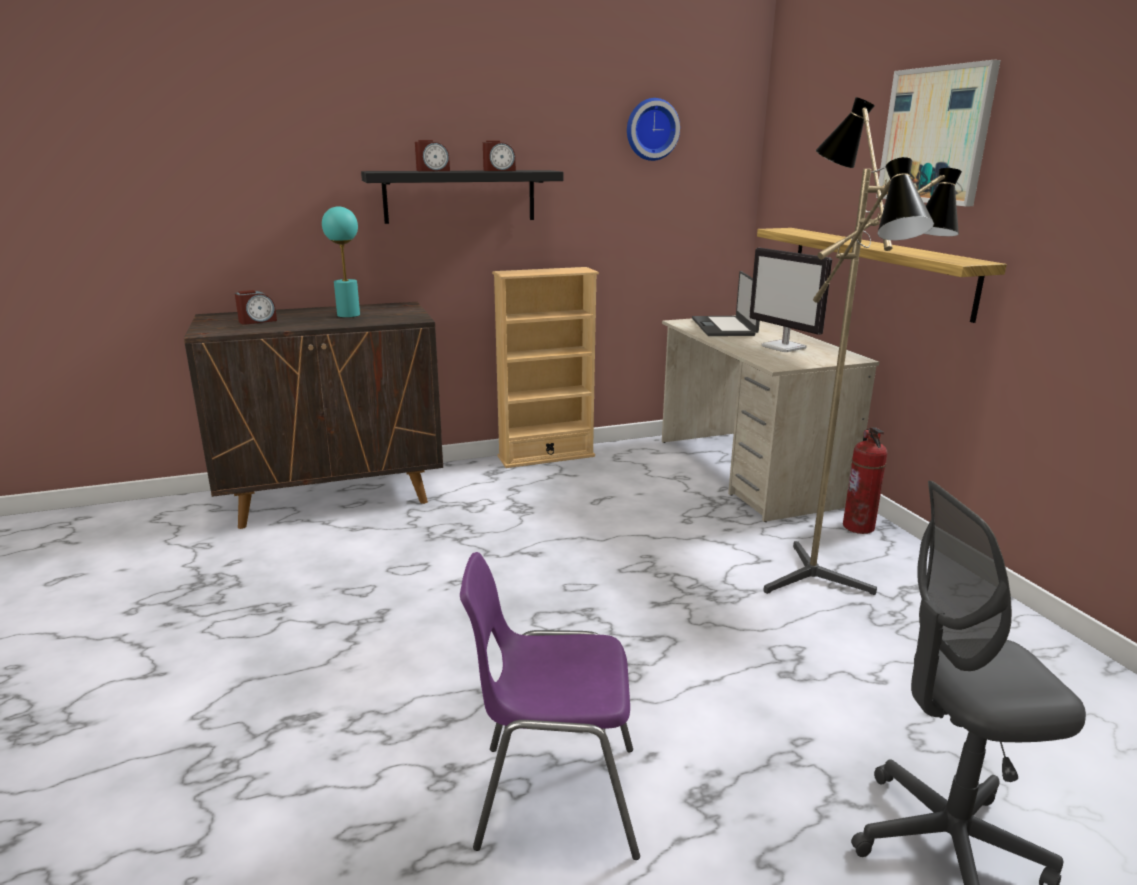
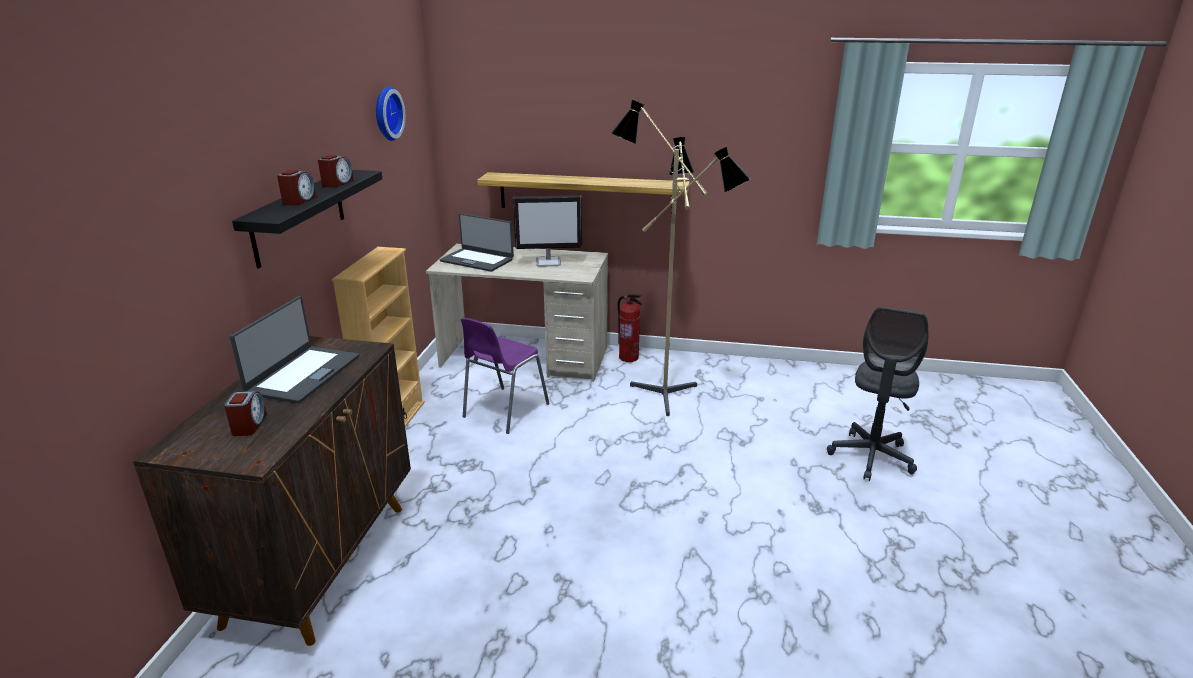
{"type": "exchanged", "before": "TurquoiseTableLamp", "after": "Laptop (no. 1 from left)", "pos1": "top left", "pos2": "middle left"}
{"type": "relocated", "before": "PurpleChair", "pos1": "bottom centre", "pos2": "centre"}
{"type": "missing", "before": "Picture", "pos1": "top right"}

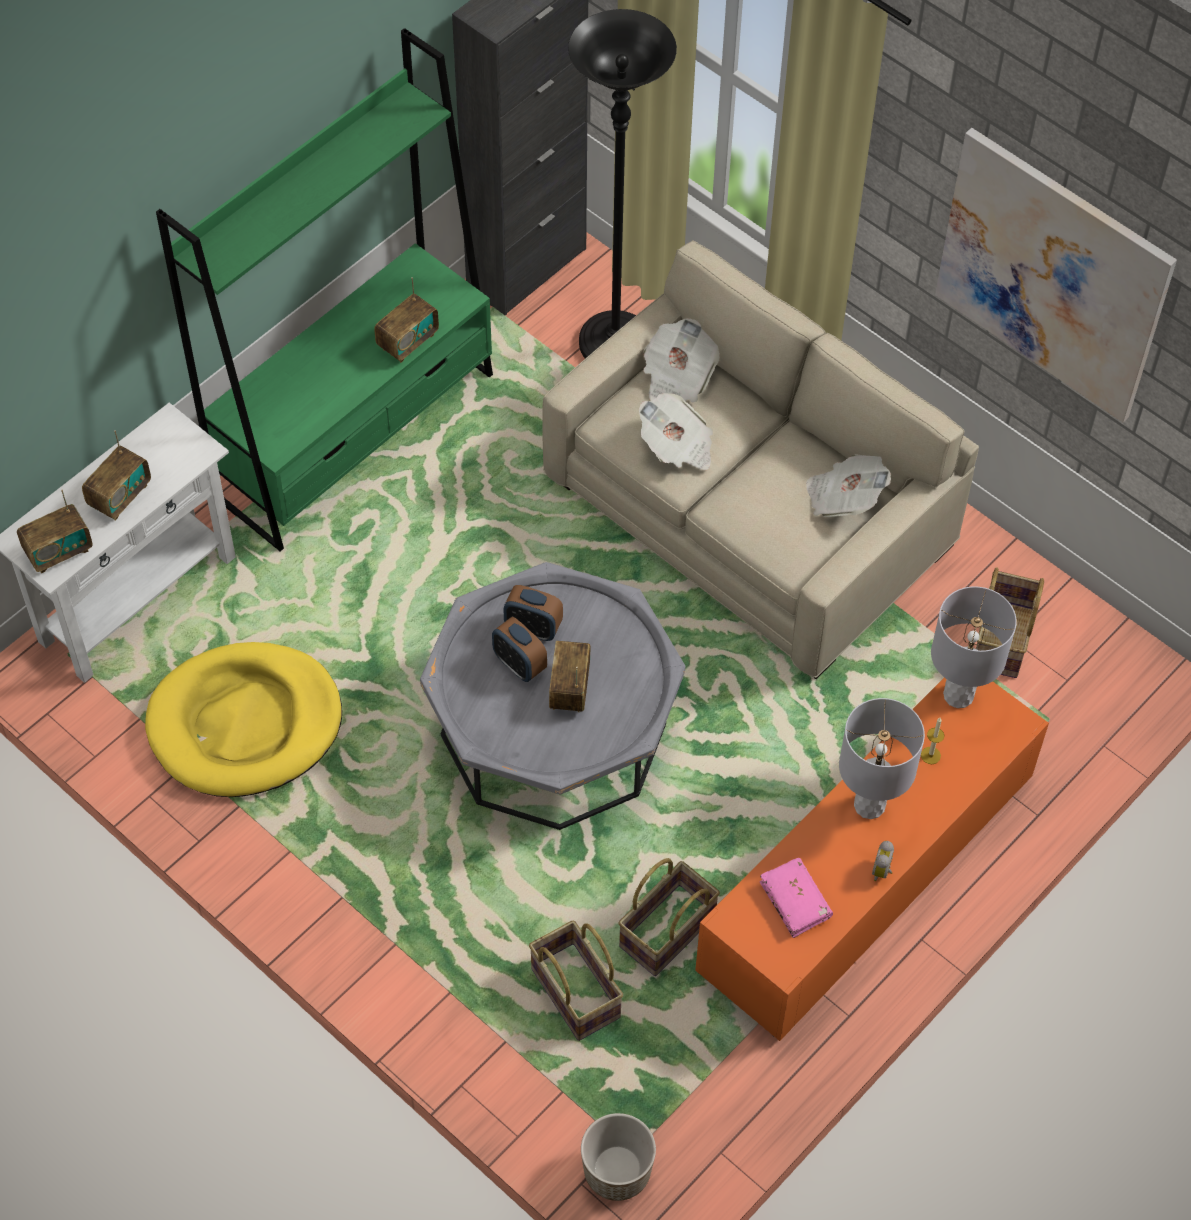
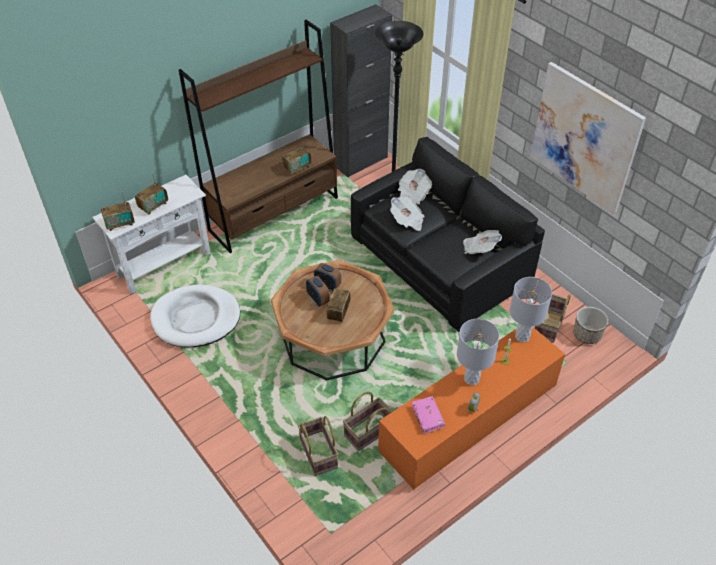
{"type": "colour", "before": "YellowDogBed", "after": "WhiteDogBed", "pos1": "middle left", "pos2": "middle left"}
{"type": "colour", "before": "GreenBookcase", "after": "BrownBookcase", "pos1": "top left", "pos2": "top centre"}
{"type": "colour", "before": "GreyCoffeeTable", "after": "BrownCoffeeTable", "pos1": "centre", "pos2": "centre"}
{"type": "colour", "before": "BeigeSofa", "after": "BlackSofa", "pos1": "centre", "pos2": "centre"}
{"type": "relocated", "before": "Planter", "pos1": "bottom centre", "pos2": "middle right"}

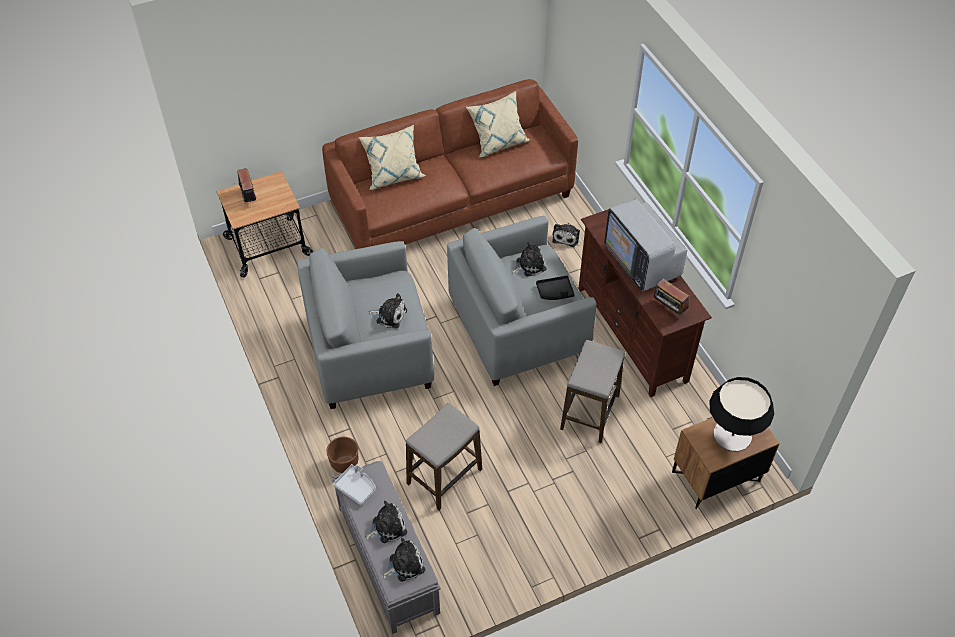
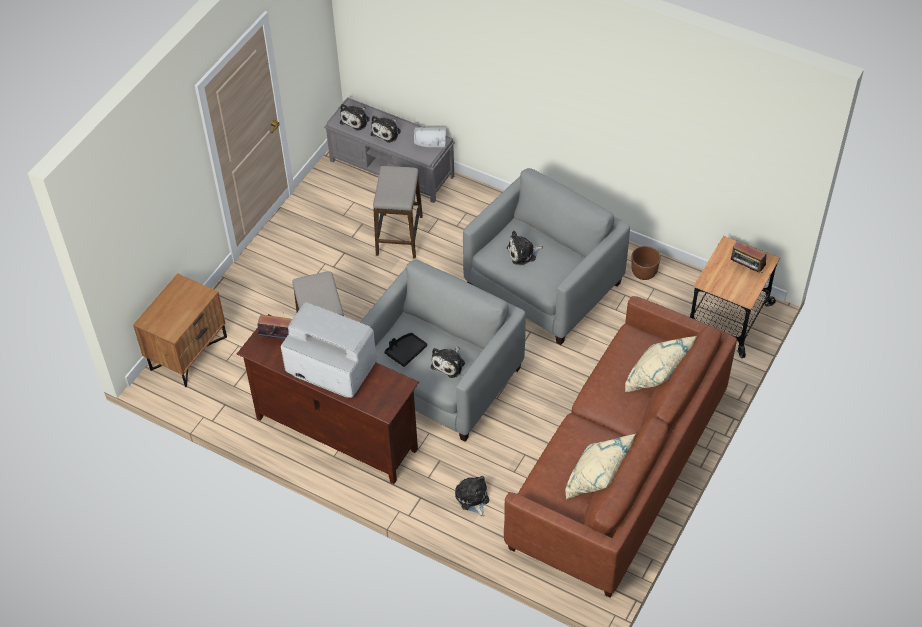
{"type": "relocated", "before": "BrownPlanter", "pos1": "bottom centre", "pos2": "middle right"}
{"type": "missing", "before": "TableLamp", "pos1": "middle right"}

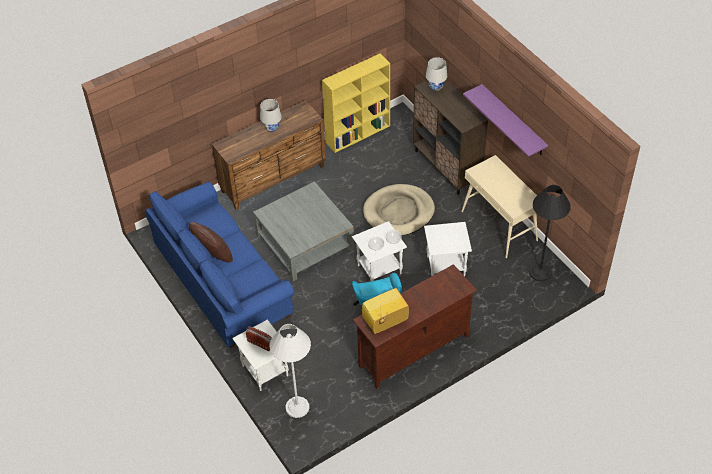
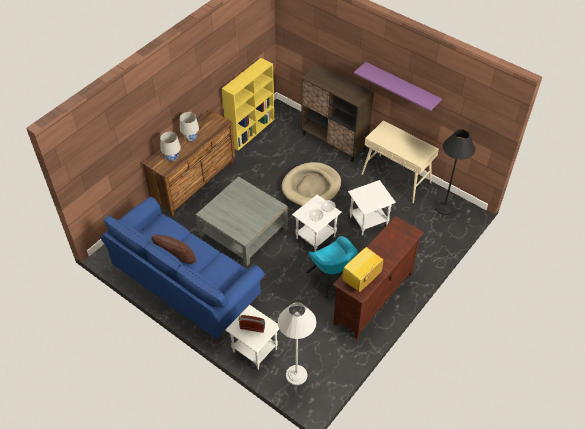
{"type": "relocated", "before": "WhiteTableLamp (no. 2 from left in the first image)", "after": "WhiteTableLamp (no. 1 from left)", "pos1": "top centre", "pos2": "middle left"}

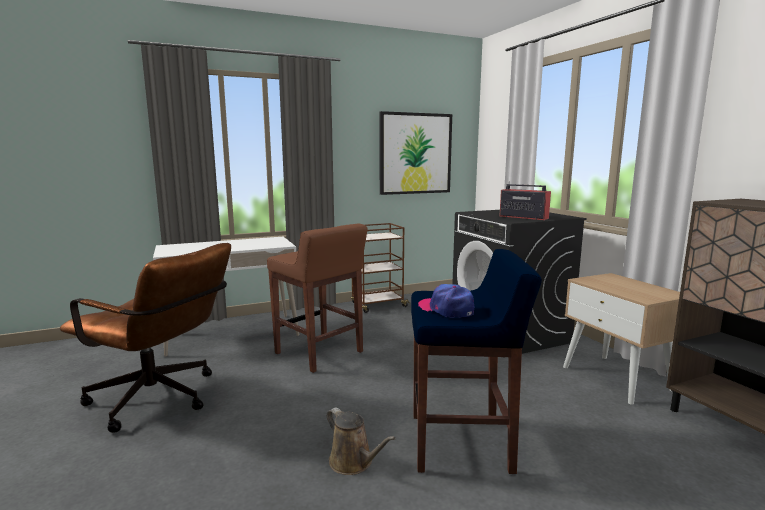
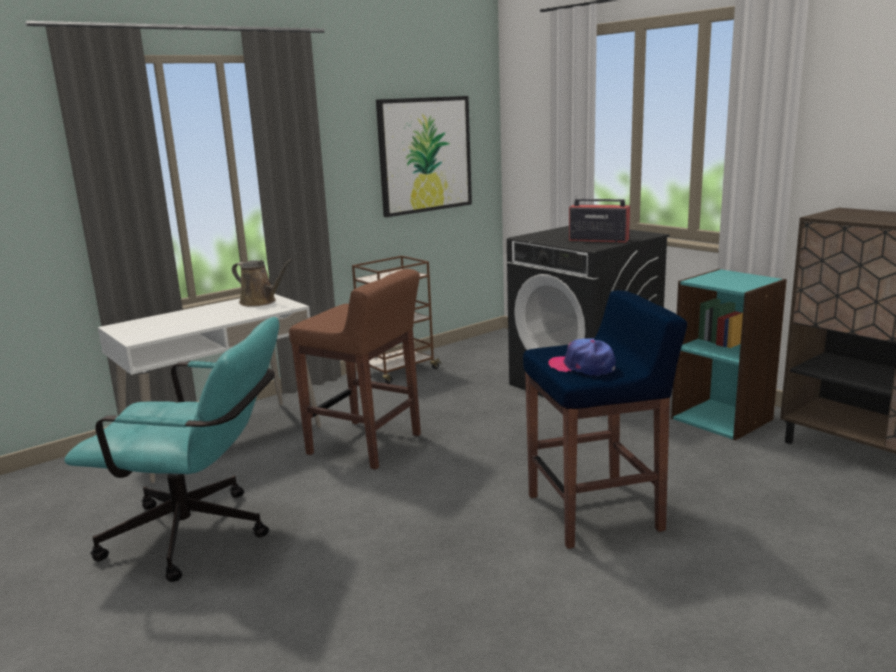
{"type": "colour", "before": "BrownOfficeChair", "after": "TurquoiseOfficeChair", "pos1": "middle left", "pos2": "bottom left"}
{"type": "relocated", "before": "BrownWateringCan", "pos1": "bottom centre", "pos2": "middle left"}
{"type": "exchanged", "before": "BeigeNightstand", "after": "TurquoiseBookcase", "pos1": "middle right", "pos2": "middle right"}

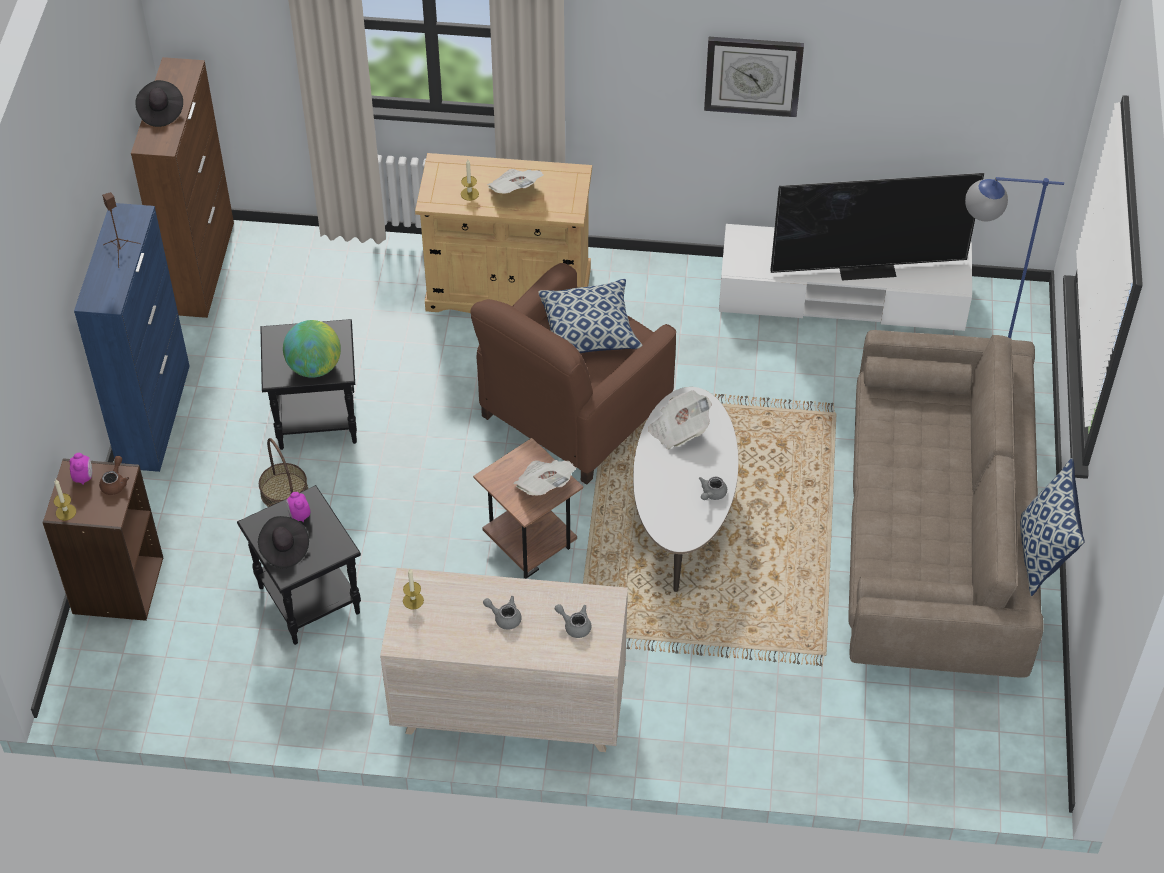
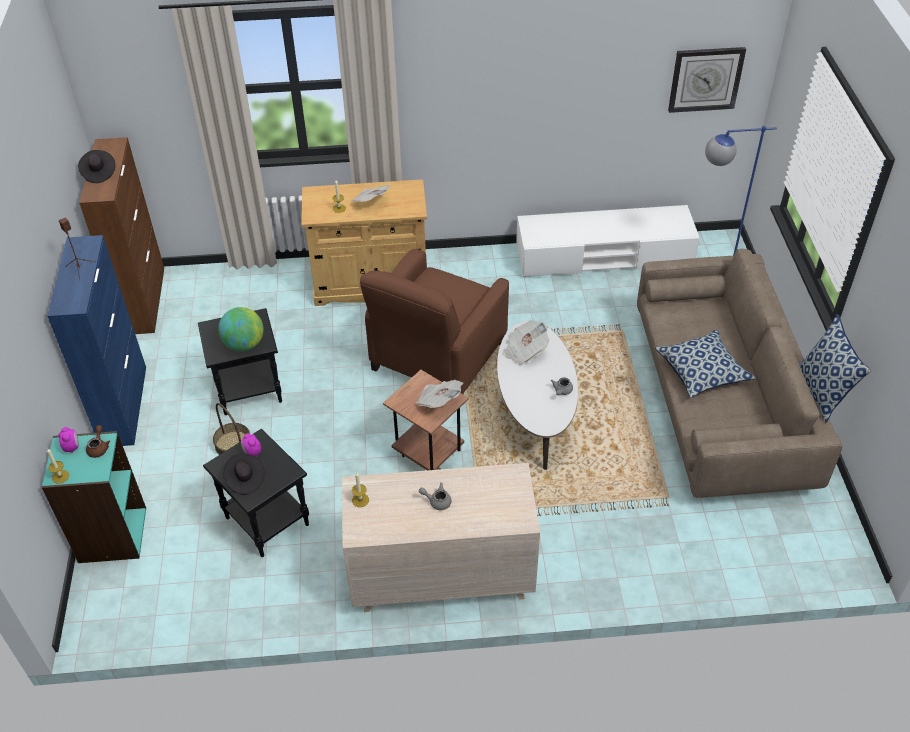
{"type": "colour", "before": "BrownBookcase", "after": "TurquoiseBookcase", "pos1": "middle left", "pos2": "bottom left"}
{"type": "relocated", "before": "Pillow (no. 1 from left)", "pos1": "centre", "pos2": "middle right"}
{"type": "missing", "before": "GreyTeapot (no. 2 from left)", "pos1": "bottom centre"}
{"type": "relocated", "before": "WallClock", "pos1": "top centre", "pos2": "top right"}
{"type": "missing", "before": "Television", "pos1": "top right"}

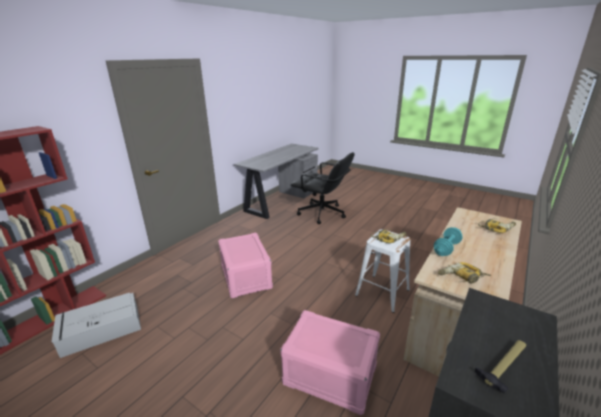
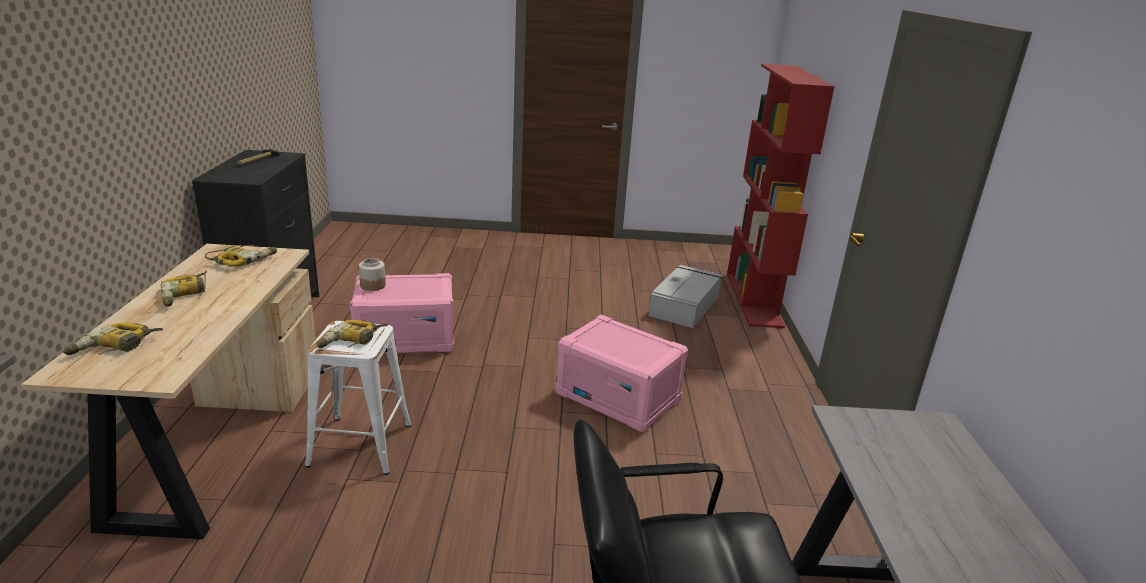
{"type": "missing", "before": "TurquoiseDumbbell", "pos1": "middle right"}
{"type": "appeared", "after": "PowerDrill (no. 2 from left)", "pos2": "middle left"}
{"type": "appeared", "after": "Jar", "pos2": "middle left"}

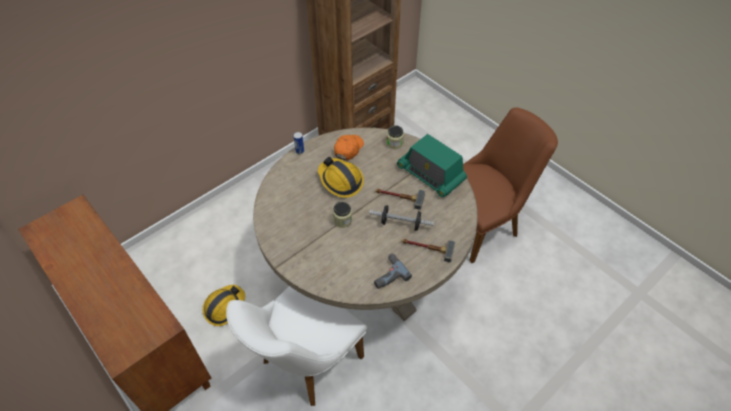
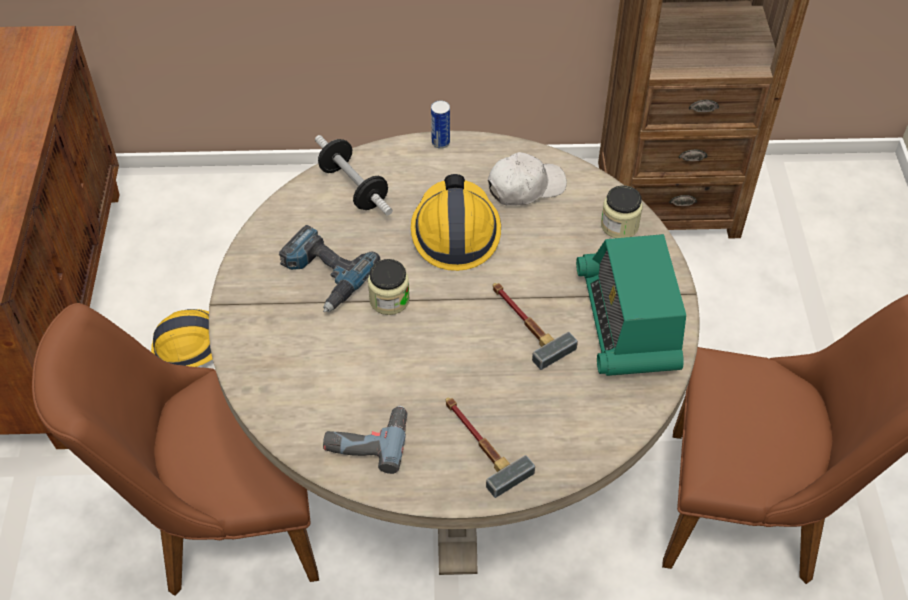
{"type": "colour", "before": "WhiteChair", "after": "BrownChair (no. 1 from left)", "pos1": "bottom centre", "pos2": "bottom left"}
{"type": "colour", "before": "OrangeCap", "after": "WhiteCap", "pos1": "centre", "pos2": "top centre"}
{"type": "relocated", "before": "Dumbbell", "pos1": "centre", "pos2": "top centre"}
{"type": "appeared", "after": "PowerDrill (no. 1 from left)", "pos2": "centre"}

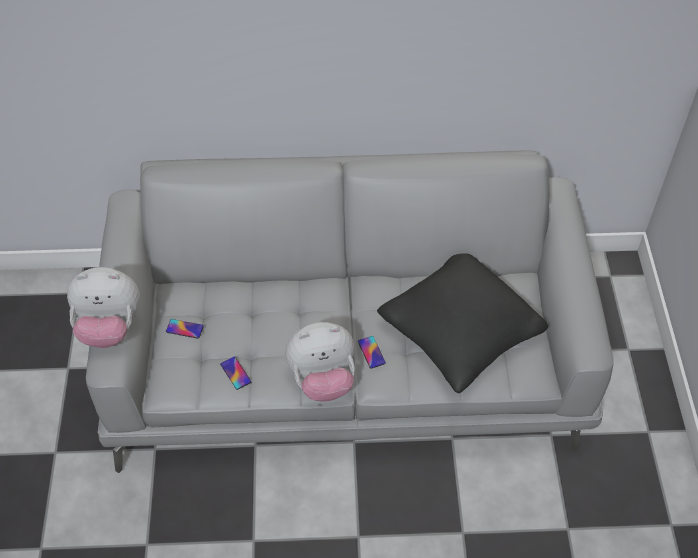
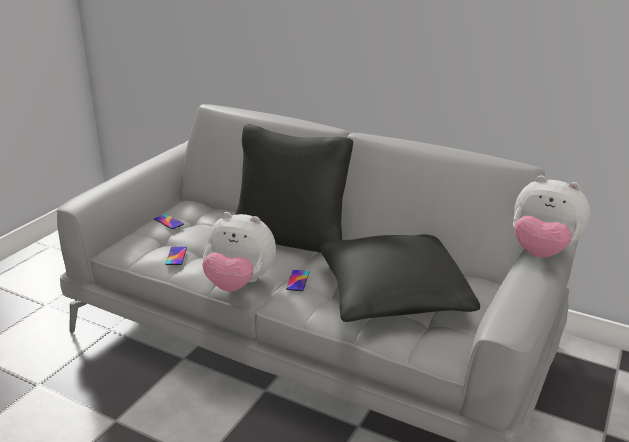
{"type": "relocated", "before": "PlushToy (no. 1 from left in the first image)", "after": "PlushToy (no. 2 from left)", "pos1": "middle left", "pos2": "middle right"}
{"type": "appeared", "after": "BlackPillow (no. 1 from left)", "pos2": "centre"}

